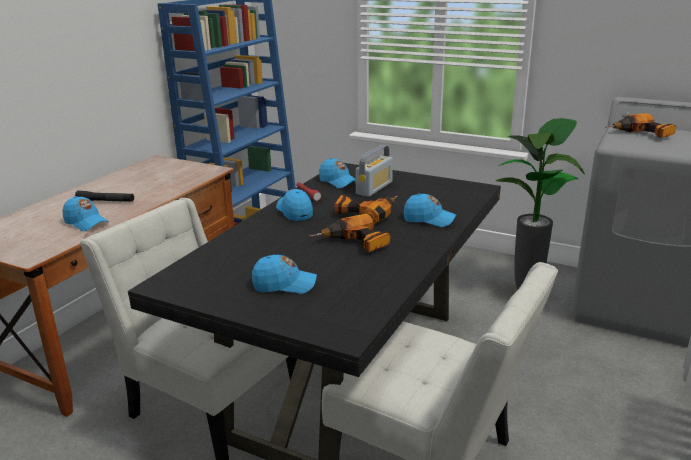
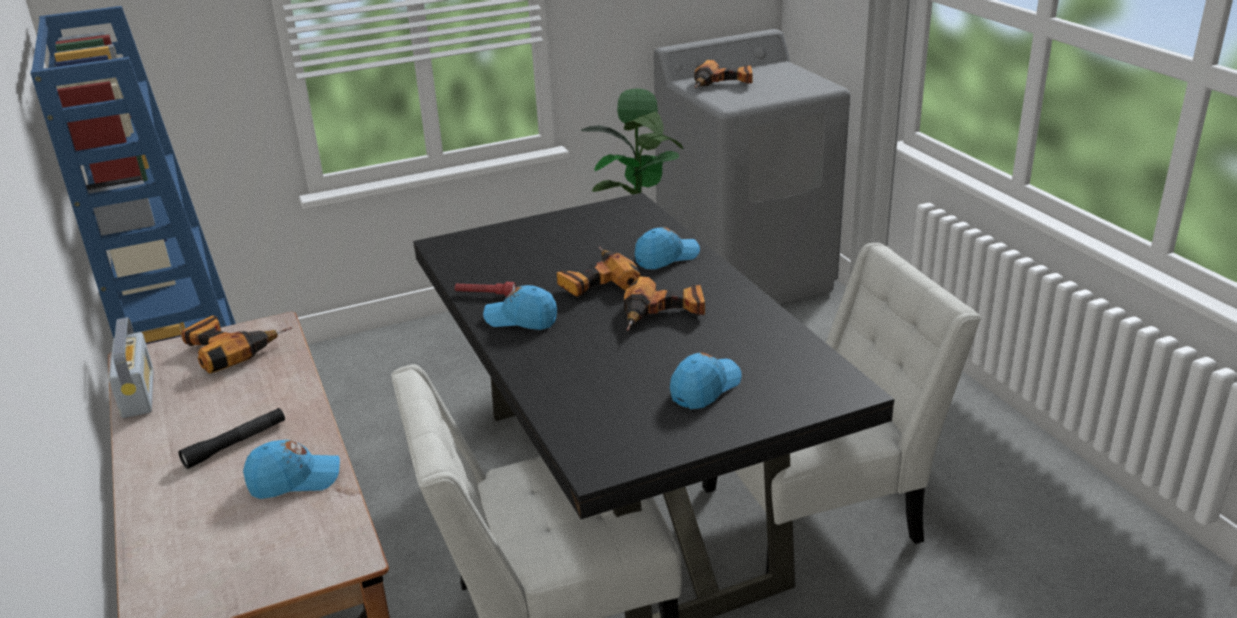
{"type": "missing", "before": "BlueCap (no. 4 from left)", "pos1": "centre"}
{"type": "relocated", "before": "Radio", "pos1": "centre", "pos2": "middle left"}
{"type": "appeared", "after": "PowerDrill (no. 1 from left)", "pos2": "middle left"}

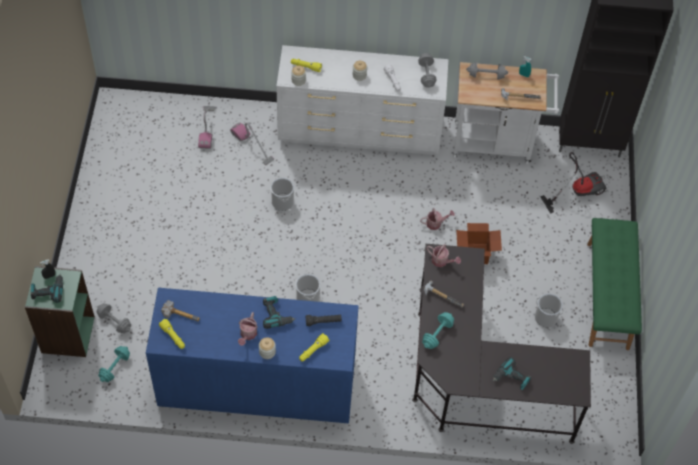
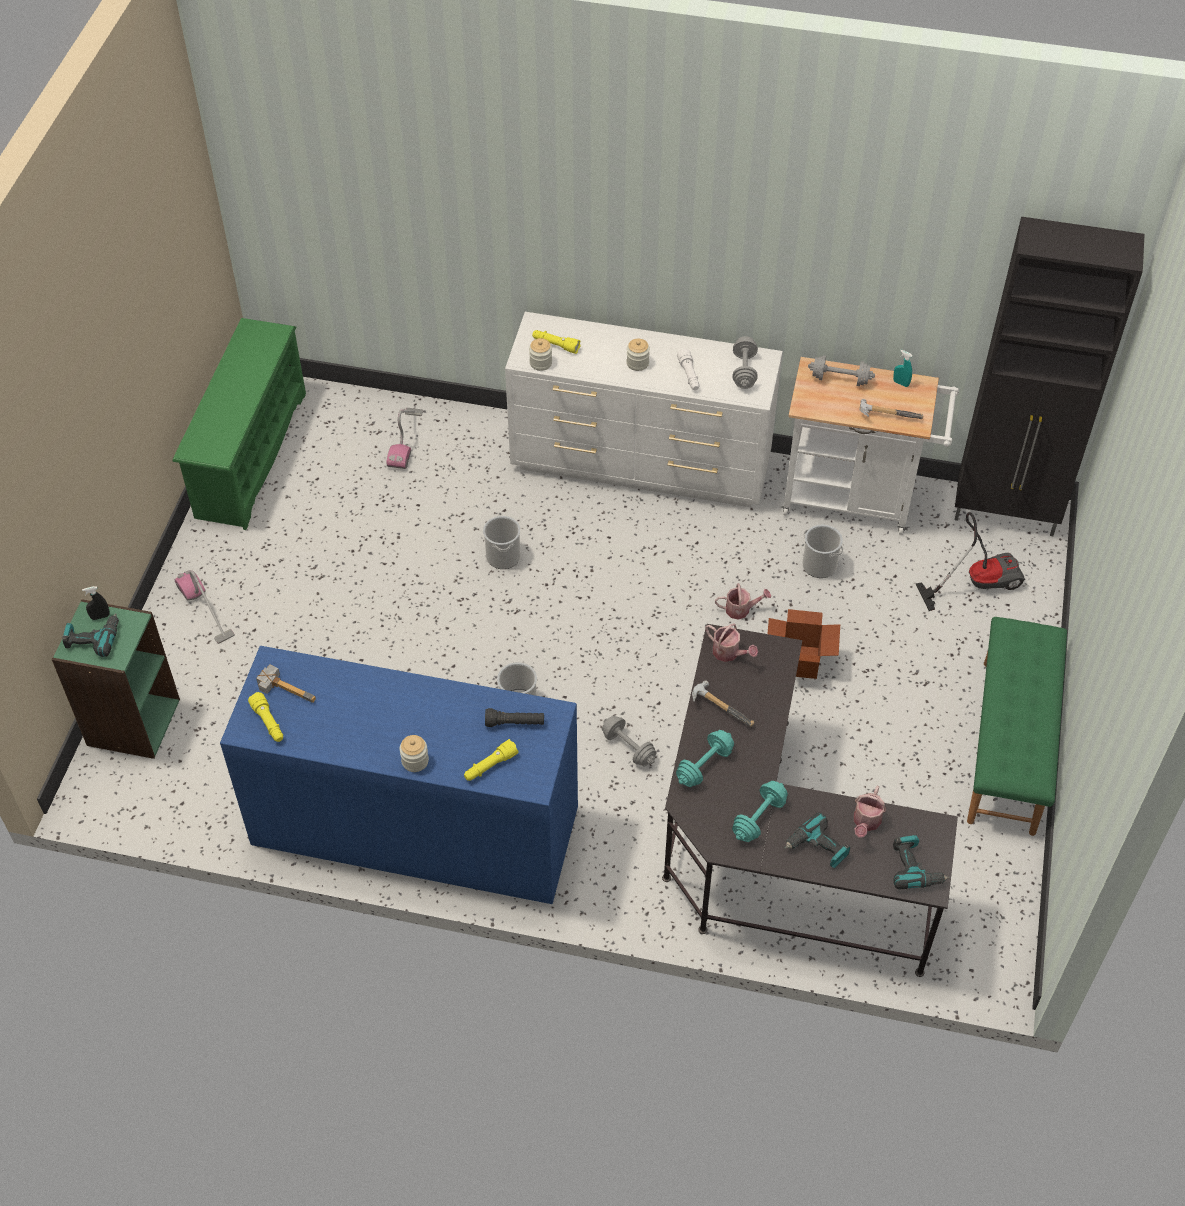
{"type": "relocated", "before": "GreyDumbbell (no. 1 from left)", "pos1": "bottom left", "pos2": "centre"}
{"type": "relocated", "before": "TurquoiseDumbbell (no. 1 from left in the first image)", "after": "TurquoiseDumbbell (no. 2 from left)", "pos1": "bottom left", "pos2": "bottom centre"}
{"type": "relocated", "before": "VacuumCleaner (no. 2 from left in the first image)", "after": "VacuumCleaner (no. 1 from left)", "pos1": "top centre", "pos2": "middle left"}
{"type": "relocated", "before": "WateringCan (no. 1 from left in the first image)", "after": "WateringCan (no. 3 from left)", "pos1": "bottom centre", "pos2": "bottom right"}
{"type": "relocated", "before": "PowerDrill (no. 2 from left in the first image)", "after": "PowerDrill (no. 3 from left)", "pos1": "bottom centre", "pos2": "bottom right"}
{"type": "relocated", "before": "Bucket (no. 3 from left)", "pos1": "bottom right", "pos2": "middle right"}
{"type": "appeared", "after": "GreenShoeRack", "pos2": "middle left"}

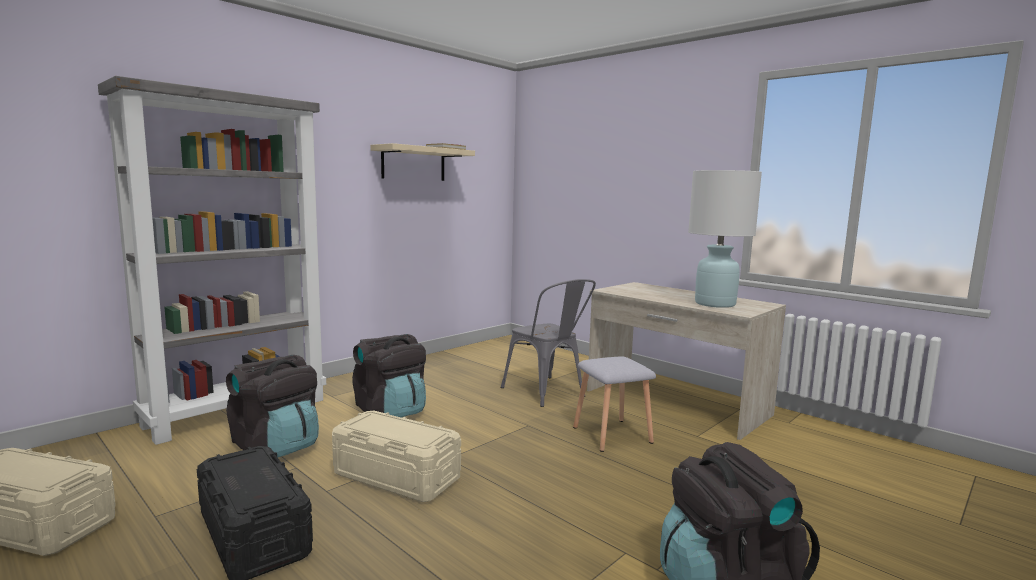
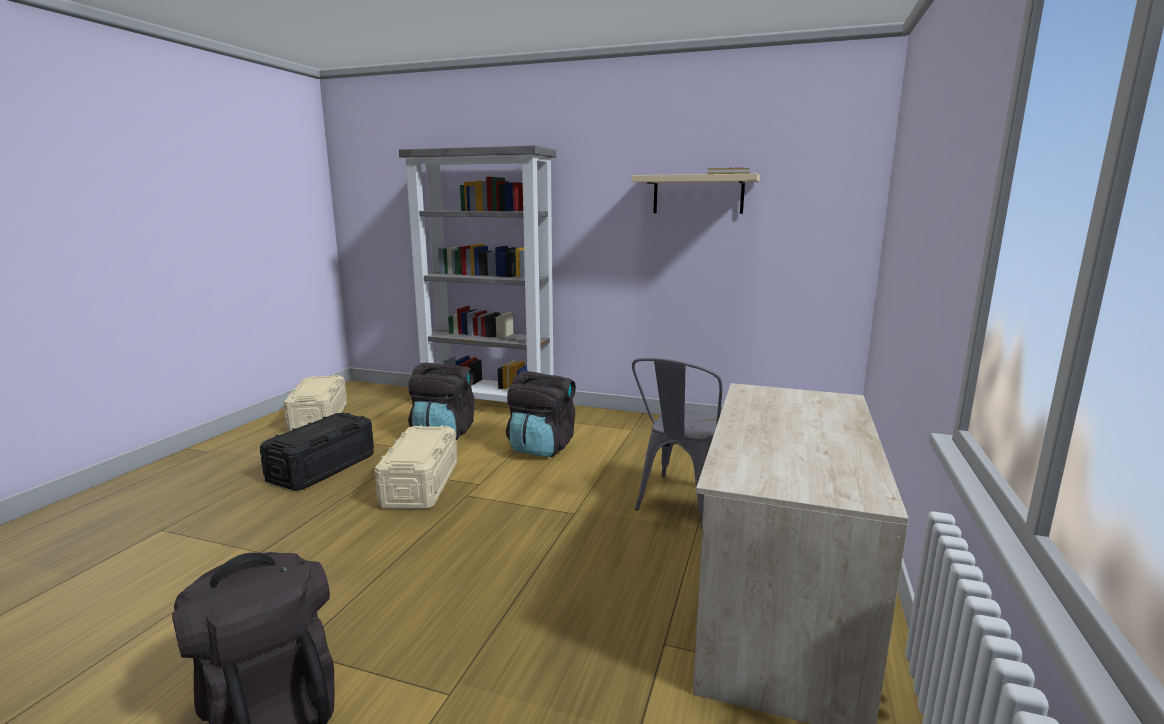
{"type": "missing", "before": "GreyStool", "pos1": "bottom centre"}
{"type": "missing", "before": "WhiteTableLamp", "pos1": "middle right"}

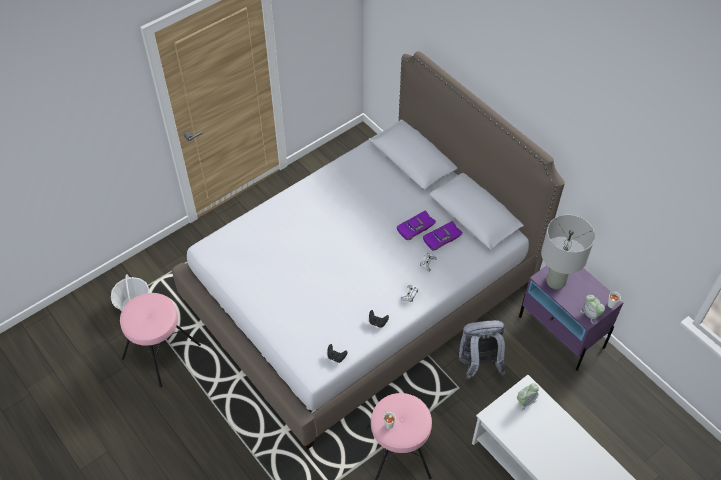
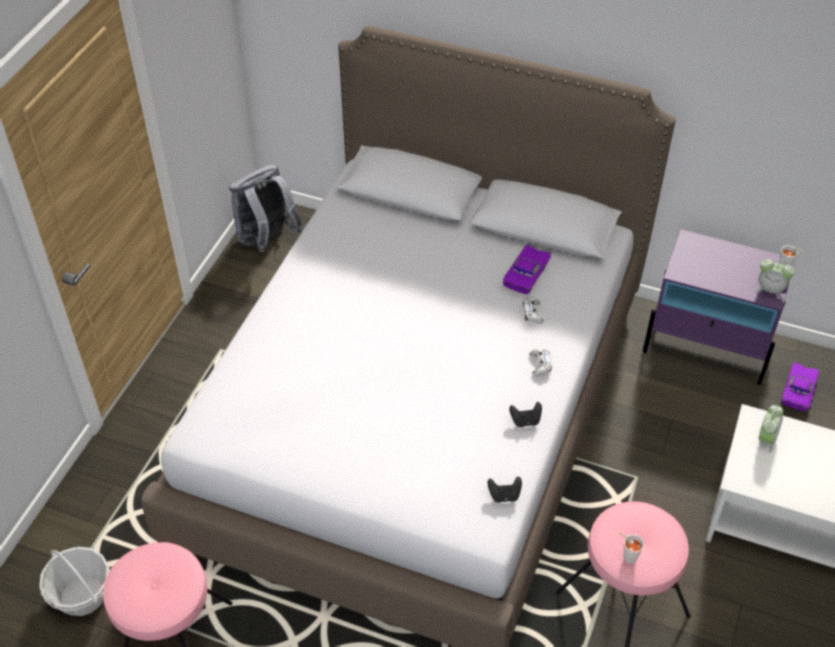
{"type": "relocated", "before": "PurpleToyCar (no. 1 from left in the first image)", "after": "PurpleToyCar (no. 2 from left)", "pos1": "centre", "pos2": "middle right"}
{"type": "relocated", "before": "GreyBackpack", "pos1": "bottom right", "pos2": "top left"}
{"type": "missing", "before": "GreyTableLamp", "pos1": "middle right"}

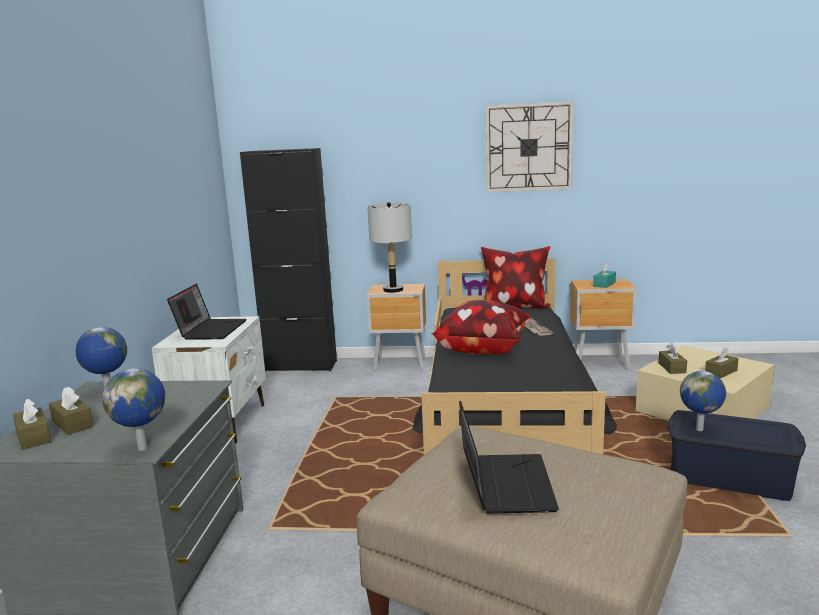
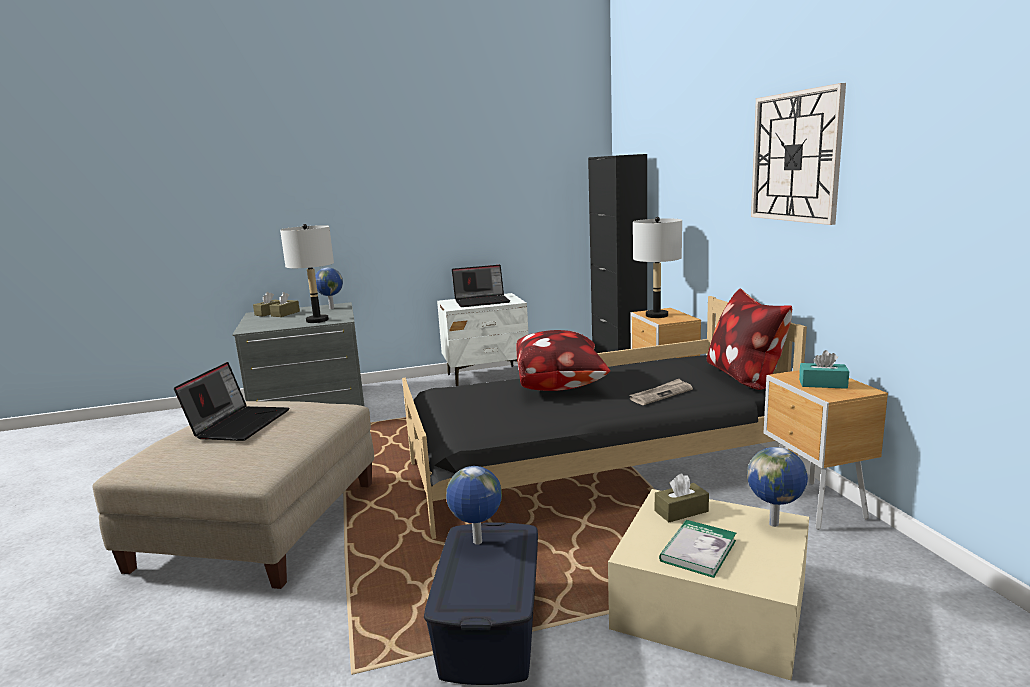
{"type": "relocated", "before": "Globe (no. 2 from left in the first image)", "after": "Globe (no. 3 from left)", "pos1": "middle left", "pos2": "bottom right"}
{"type": "spun", "before": "Laptop (no. 2 from left in the first image)", "pos1": "bottom centre", "pos2": "middle left", "turn": -60}
{"type": "exchanged", "before": "BrownTissueBox (no. 4 from left)", "after": "Book", "pos1": "middle right", "pos2": "bottom right"}
{"type": "appeared", "after": "GreyTableLamp (no. 1 from left)", "pos2": "middle left"}

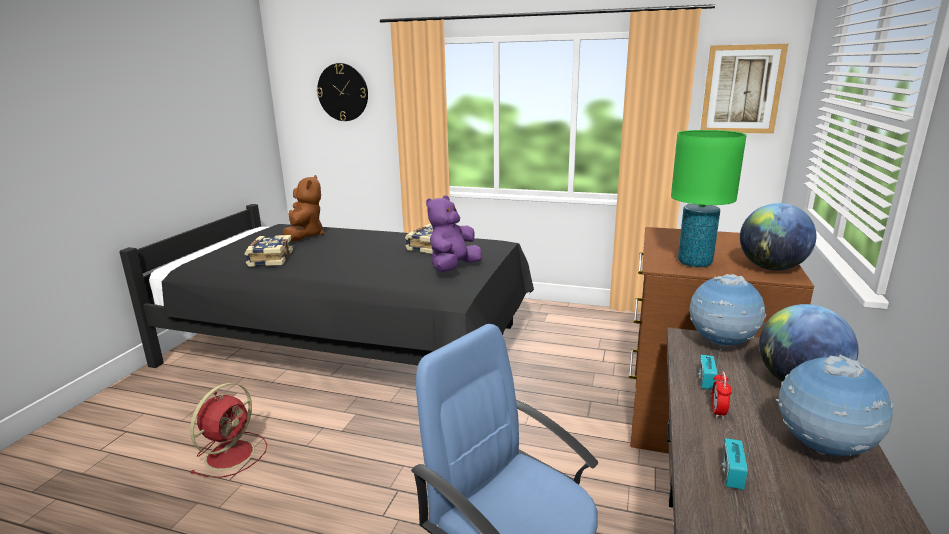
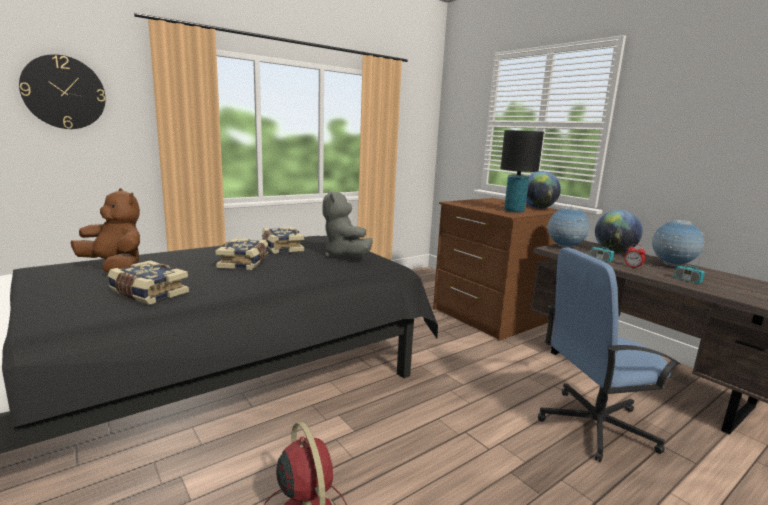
{"type": "colour", "before": "PurplePlushToy", "after": "GreyPlushToy", "pos1": "centre", "pos2": "centre"}
{"type": "colour", "before": "GreenTableLamp", "after": "BlackTableLamp", "pos1": "middle right", "pos2": "middle right"}
{"type": "missing", "before": "Picture", "pos1": "top right"}
{"type": "appeared", "after": "Book (no. 2 from left)", "pos2": "middle left"}

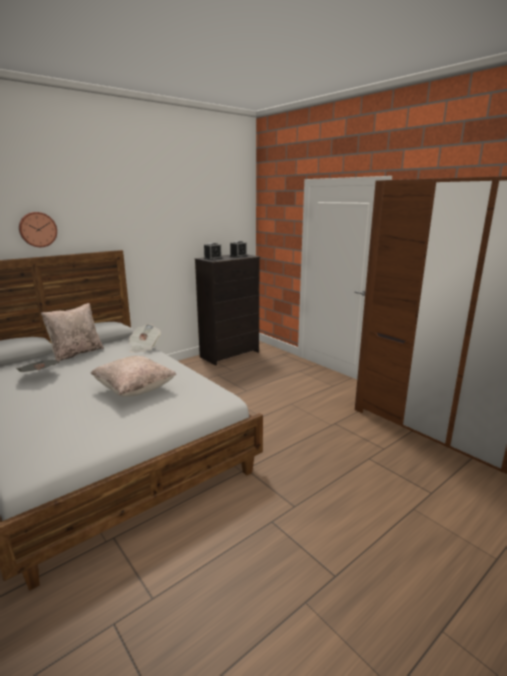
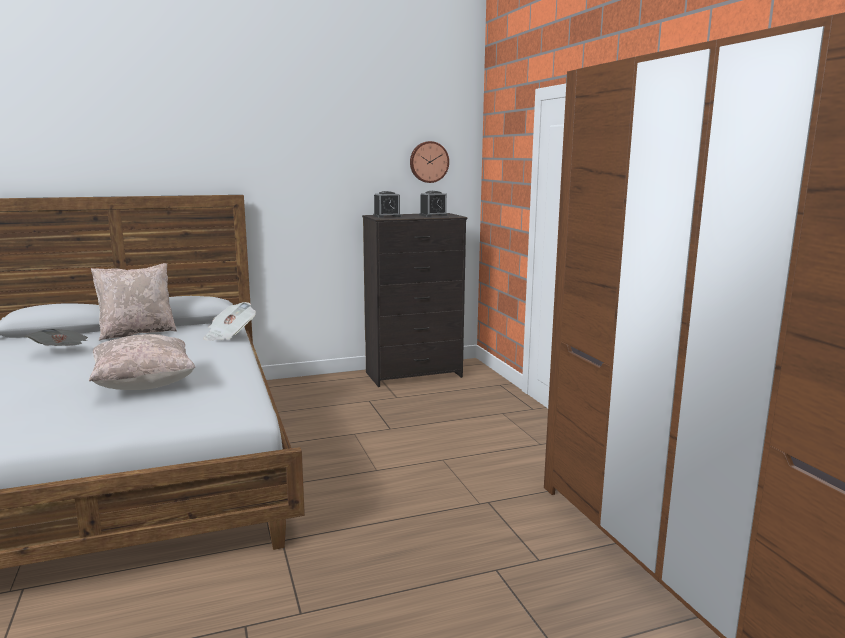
{"type": "relocated", "before": "WallClock", "pos1": "middle left", "pos2": "top centre"}

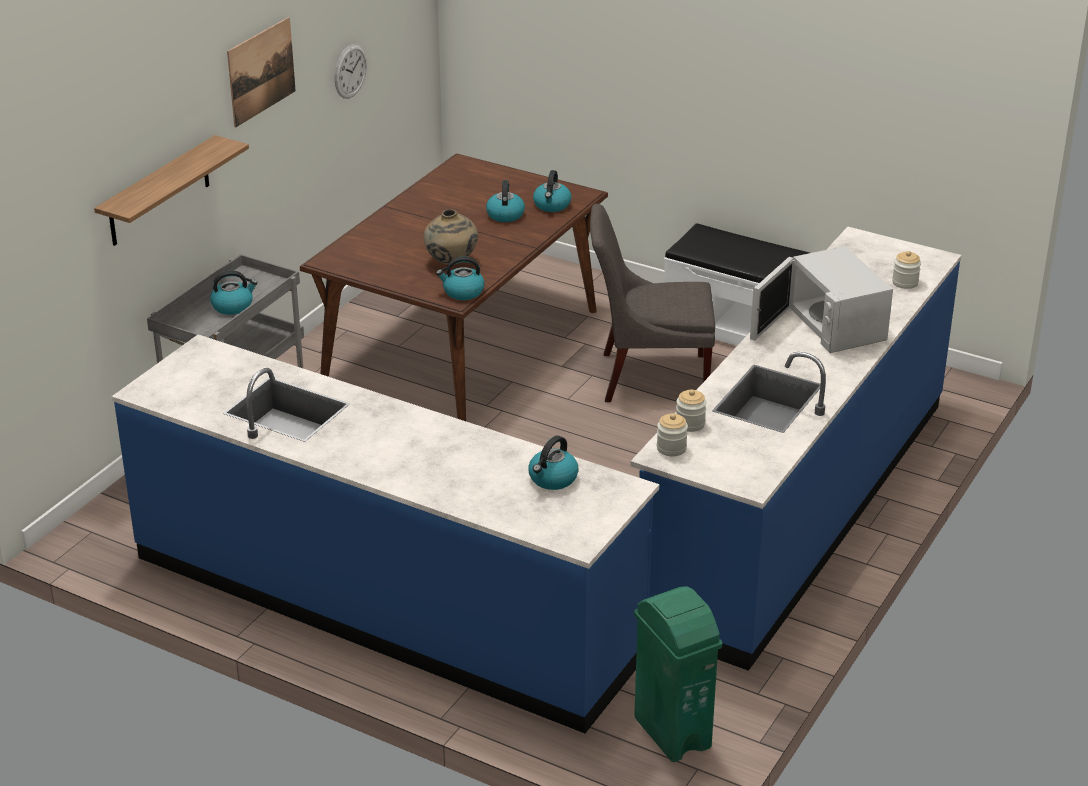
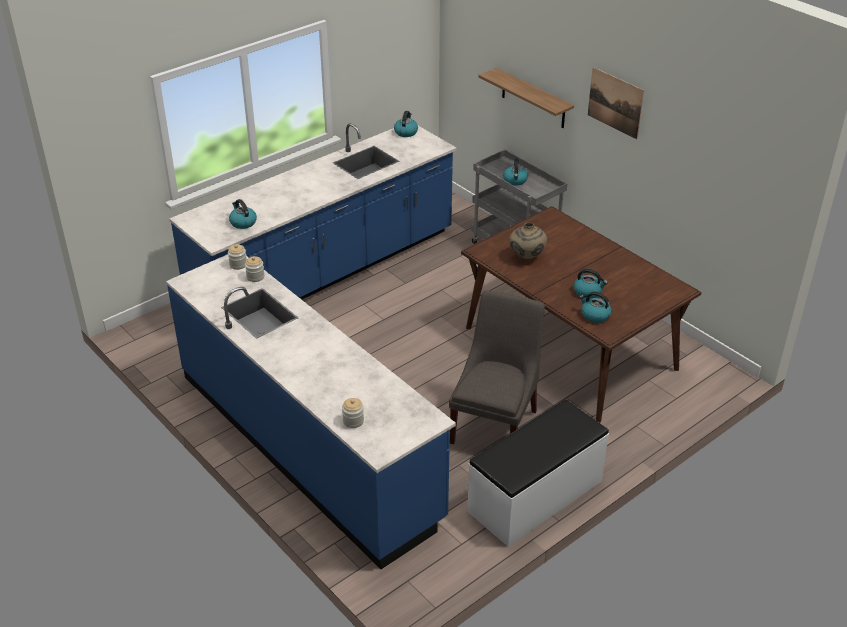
{"type": "missing", "before": "WallClock", "pos1": "top left"}
{"type": "relocated", "before": "Kettle (no. 2 from left)", "pos1": "centre", "pos2": "top centre"}
{"type": "missing", "before": "GreenTrashCan", "pos1": "bottom centre"}
{"type": "missing", "before": "WhiteMicrowave", "pos1": "middle right"}

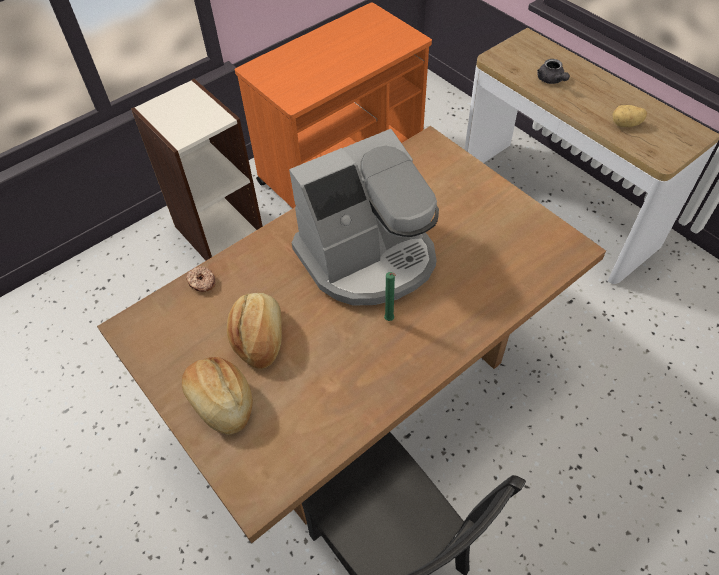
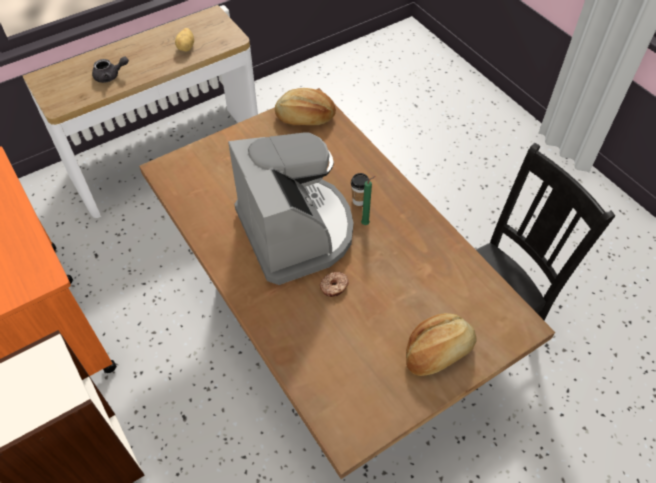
{"type": "relocated", "before": "Donut", "pos1": "middle left", "pos2": "centre"}
{"type": "relocated", "before": "Bread (no. 2 from left in the first image)", "after": "Bread (no. 1 from left)", "pos1": "centre", "pos2": "top centre"}
{"type": "appeared", "after": "Cup", "pos2": "centre"}

